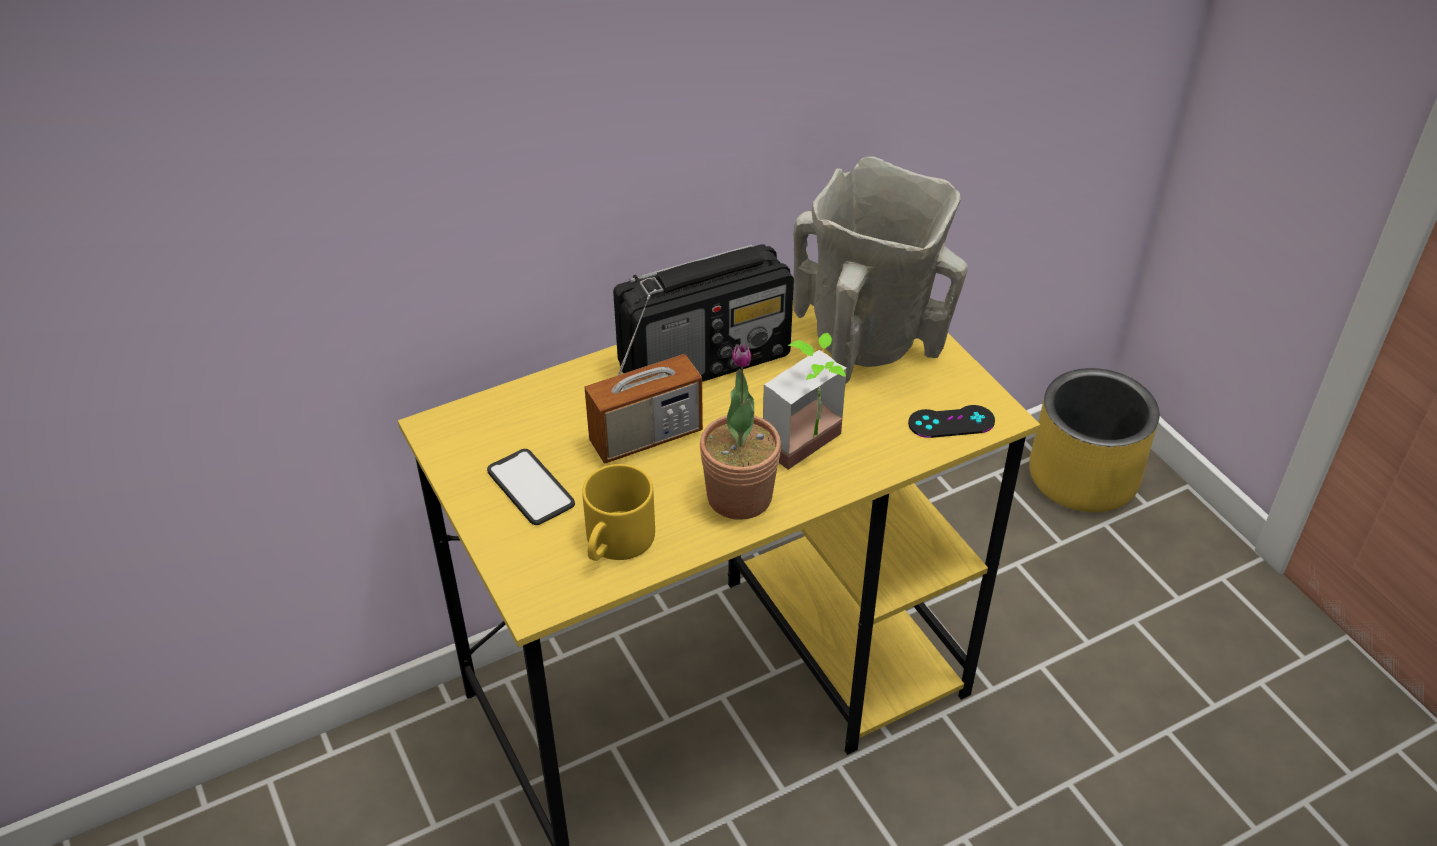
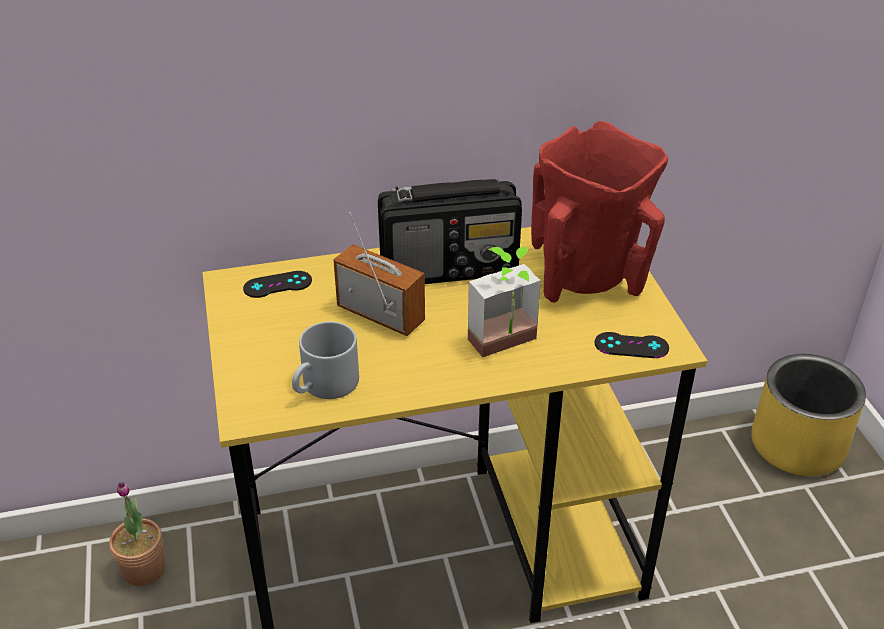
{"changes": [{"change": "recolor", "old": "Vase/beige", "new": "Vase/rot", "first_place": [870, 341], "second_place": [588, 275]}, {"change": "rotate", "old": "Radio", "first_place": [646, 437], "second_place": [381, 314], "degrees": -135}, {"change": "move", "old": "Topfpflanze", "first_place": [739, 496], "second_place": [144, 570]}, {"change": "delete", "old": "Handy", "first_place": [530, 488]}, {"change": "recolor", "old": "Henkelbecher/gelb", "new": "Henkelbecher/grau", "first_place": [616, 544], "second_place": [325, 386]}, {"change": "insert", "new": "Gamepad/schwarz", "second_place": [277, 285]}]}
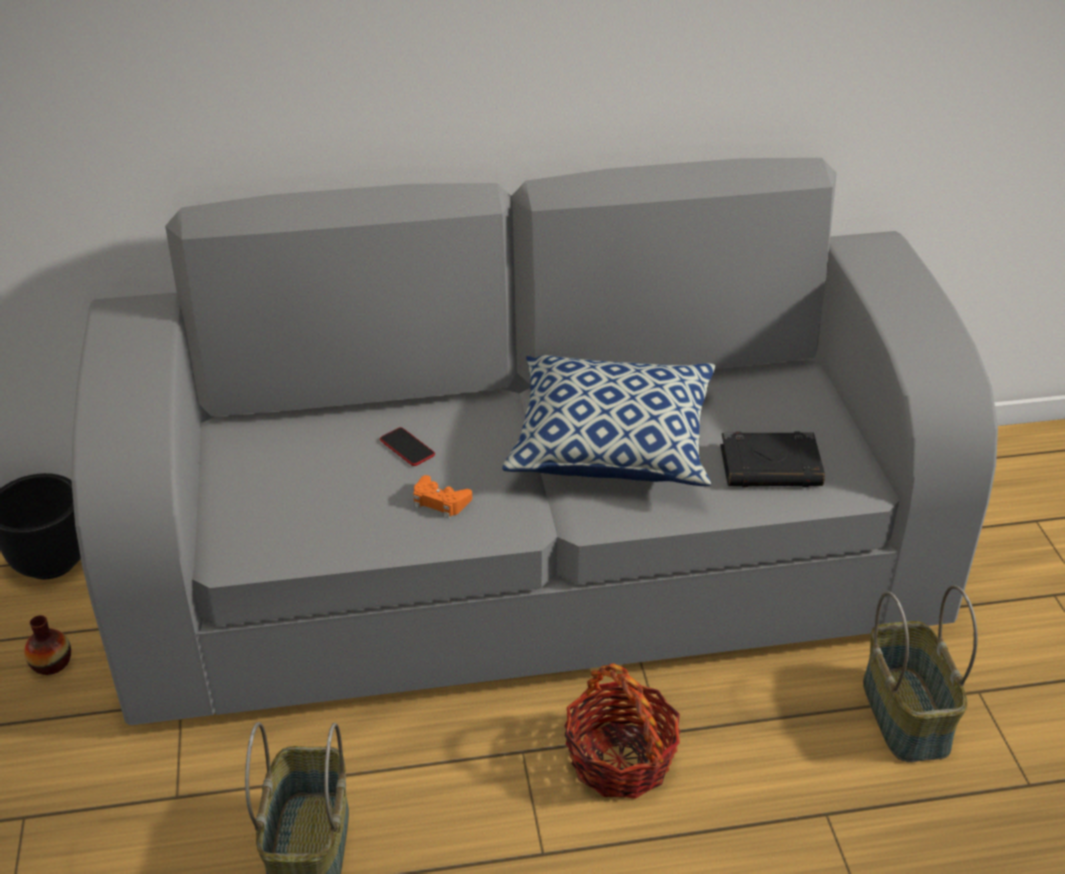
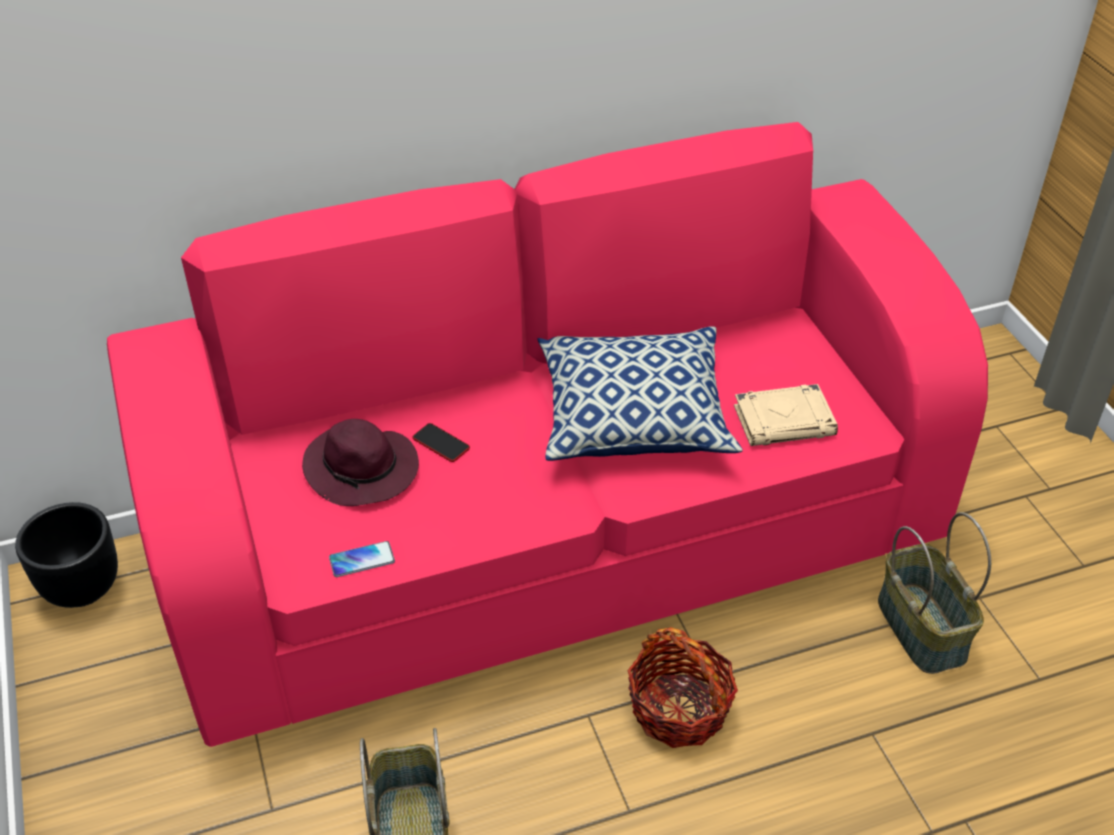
{"changes": [{"change": "recolor", "old": "Sofa/grau", "new": "Sofa/rosa", "first_place": [534, 576], "second_place": [558, 540]}, {"change": "recolor", "old": "Buch/schwarz", "new": "Buch/beige", "first_place": [771, 466], "second_place": [785, 421]}, {"change": "delete", "old": "Gamepad/orange", "first_place": [440, 502]}, {"change": "delete", "old": "Vase", "first_place": [51, 663]}, {"change": "insert", "new": "Hut/lila", "second_place": [363, 470]}, {"change": "insert", "new": "Handy", "second_place": [362, 560]}]}
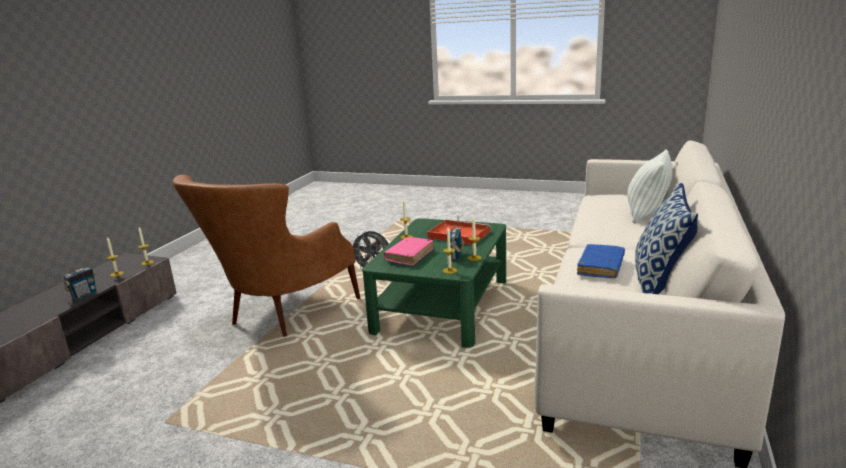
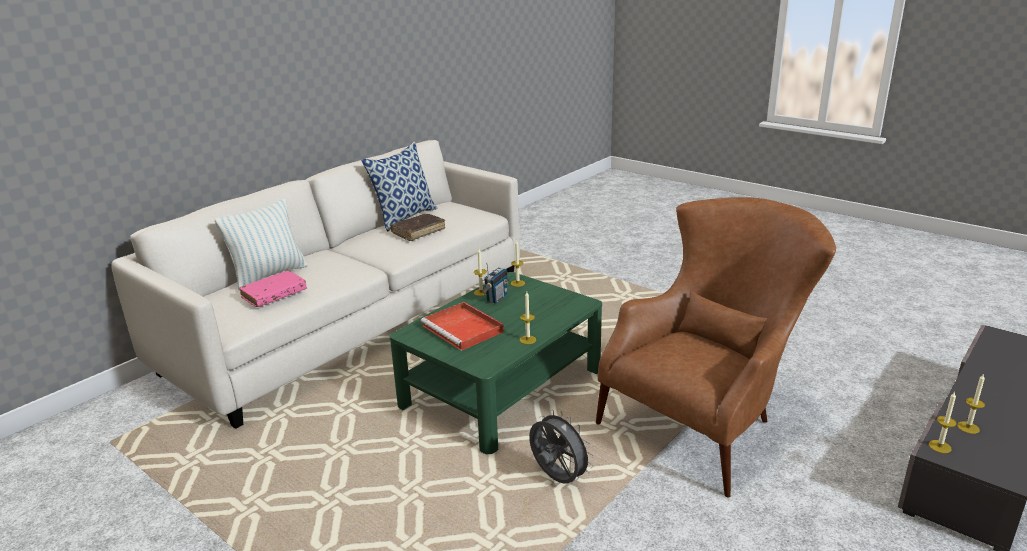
{"changes": [{"change": "move", "old": "Buch/rosa", "first_place": [409, 256], "second_place": [274, 295]}, {"change": "recolor", "old": "Buch/blau", "new": "Buch/braun", "first_place": [600, 267], "second_place": [418, 231]}, {"change": "delete", "old": "Radio", "first_place": [84, 295]}]}
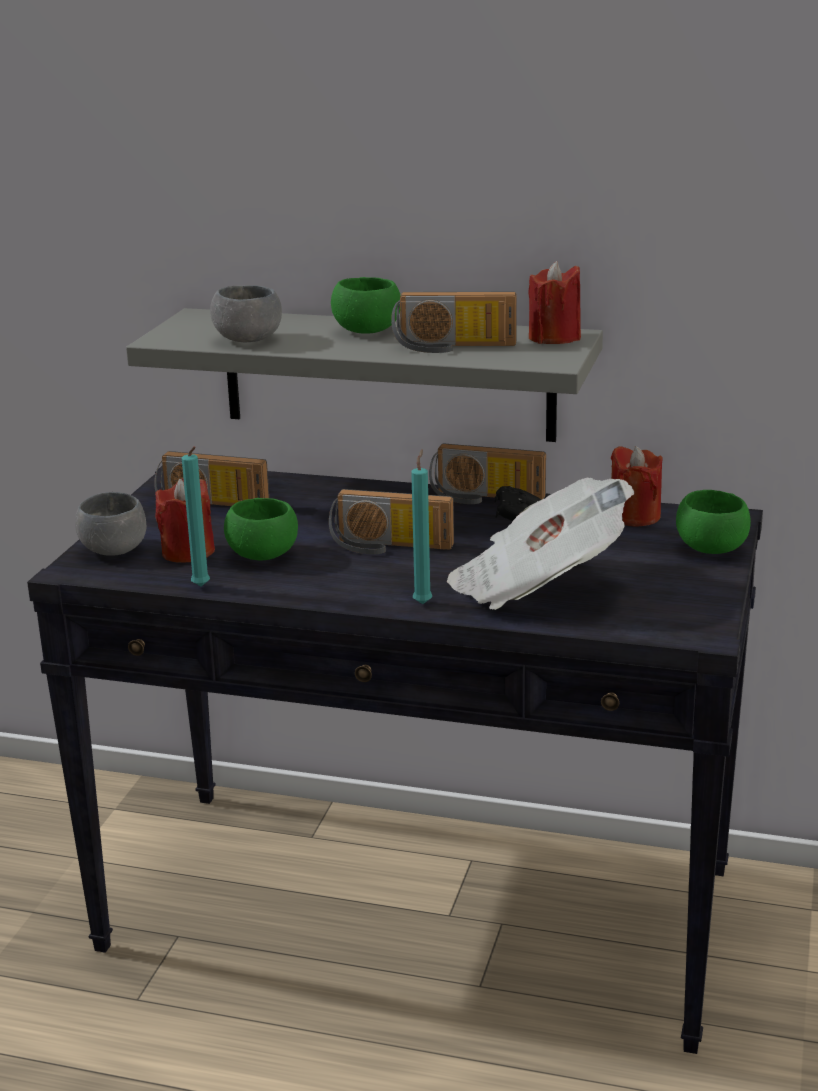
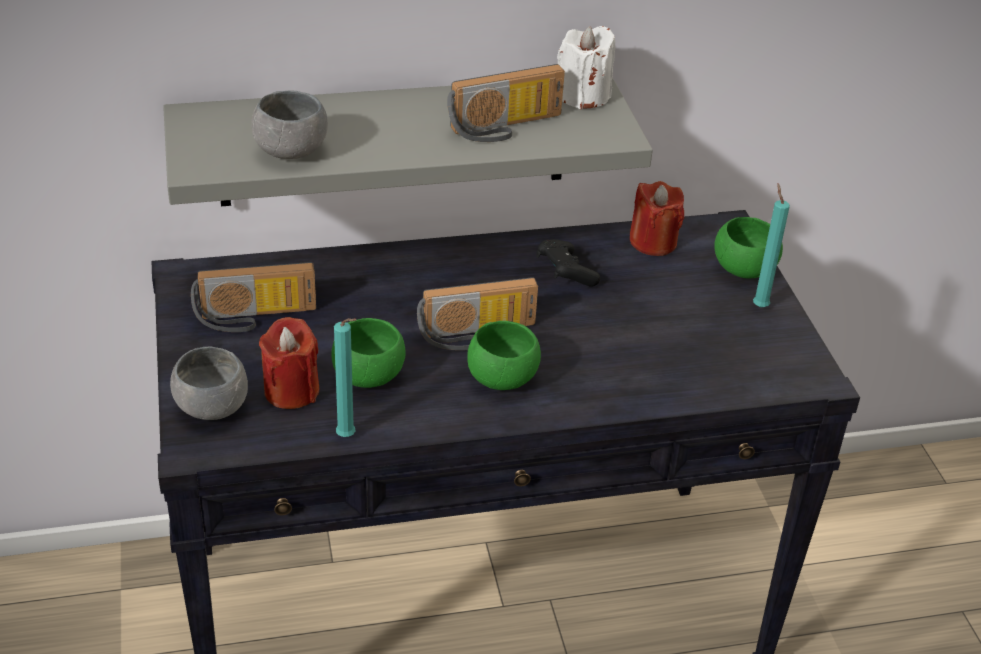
{"changes": [{"change": "recolor", "old": "Kerze/rot", "new": "Kerze/weiß", "first_place": [554, 338], "second_place": [583, 96]}, {"change": "move", "old": "Schüssel/grün", "first_place": [367, 331], "second_place": [502, 378]}, {"change": "delete", "old": "Radio", "first_place": [485, 498]}, {"change": "move", "old": "Kerze/türkis", "first_place": [423, 602], "second_place": [759, 305]}, {"change": "delete", "old": "Zeitung", "first_place": [537, 586]}]}
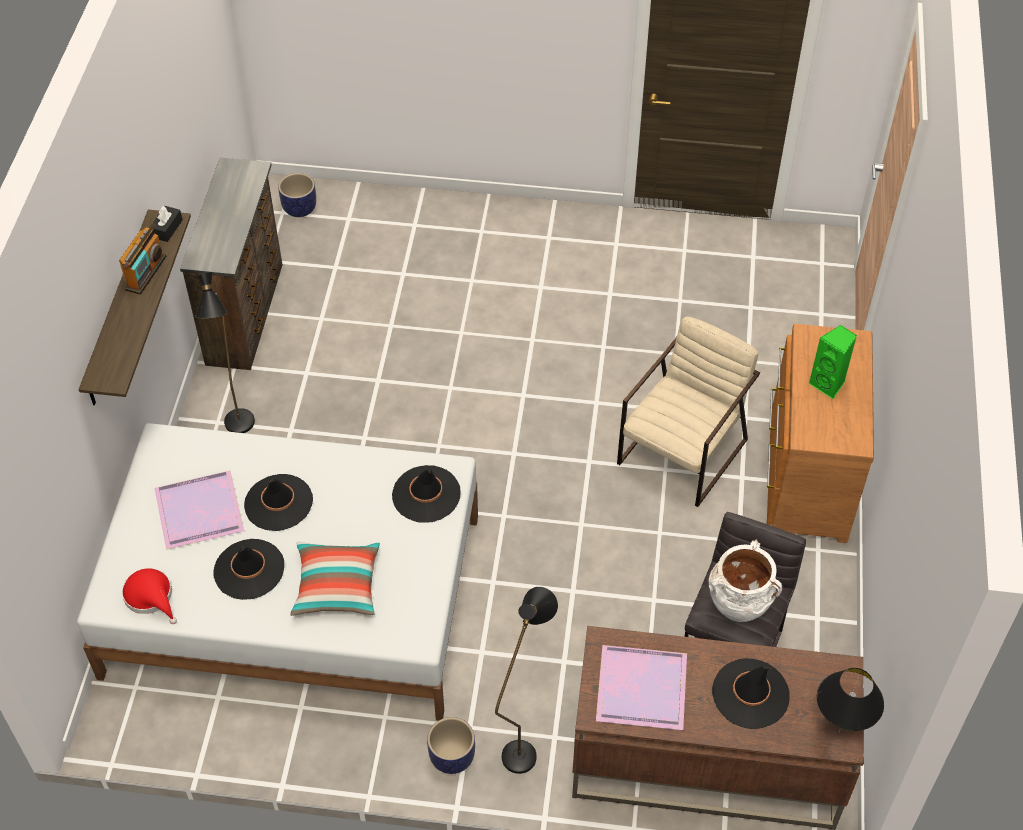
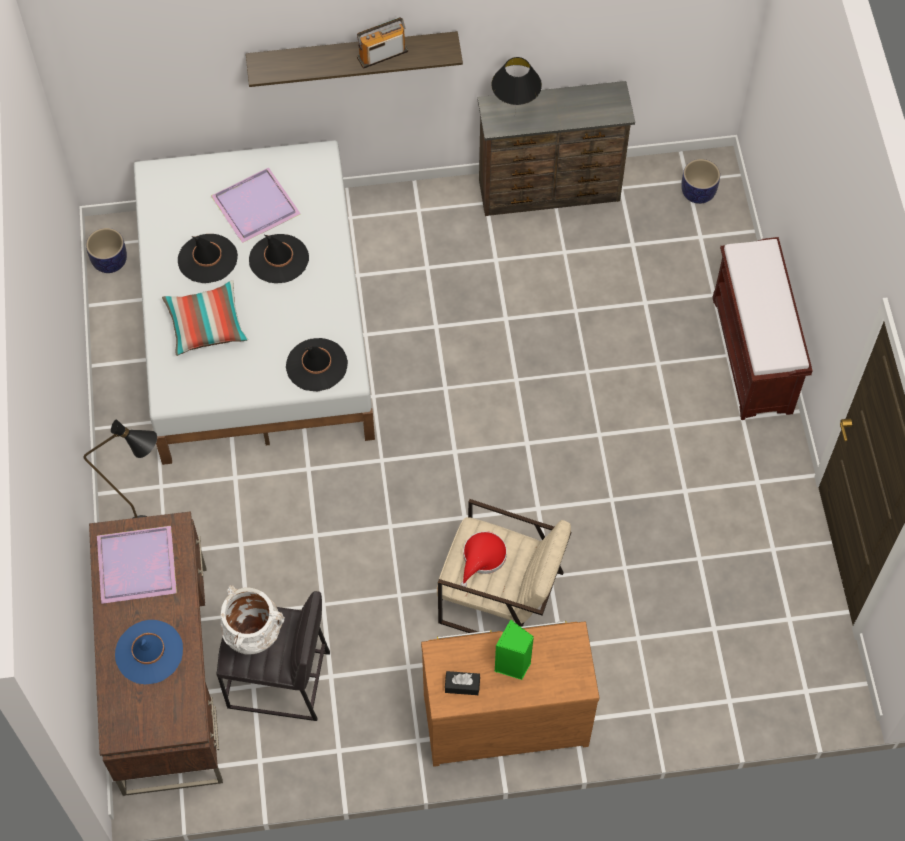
{"changes": [{"change": "move", "old": "Taschentuchbox/schwarz", "first_place": [167, 229], "second_place": [462, 685]}, {"change": "rotate", "old": "Radio", "first_place": [146, 273], "second_place": [382, 54], "degrees": 150}, {"change": "delete", "old": "Stehlampe/schwarz", "first_place": [240, 431]}, {"change": "move", "old": "Hut/rot", "first_place": [151, 597], "second_place": [482, 558]}, {"change": "recolor", "old": "Hut/schwarz", "new": "Hut/blau", "first_place": [750, 694], "second_place": [149, 652]}, {"change": "move", "old": "Tischlampe/schwarz", "first_place": [838, 733], "second_place": [514, 116]}, {"change": "move", "old": "Pflanzkübel", "first_place": [451, 757], "second_place": [110, 261]}, {"change": "insert", "new": "Bank/braun", "second_place": [753, 356]}]}
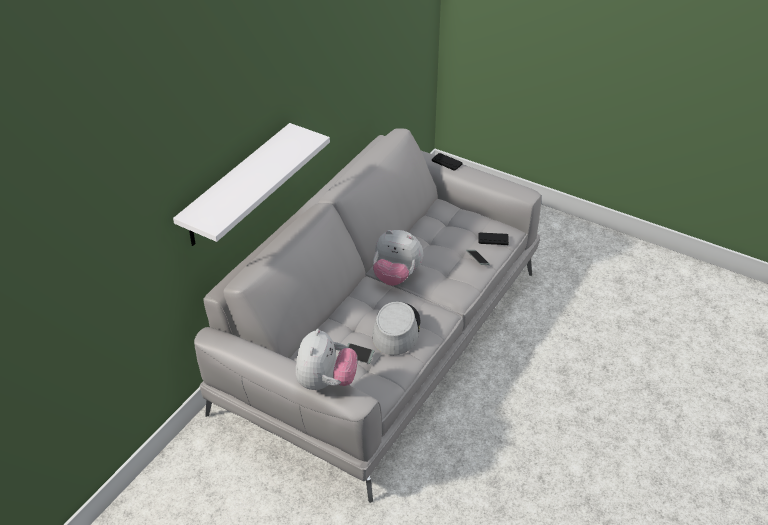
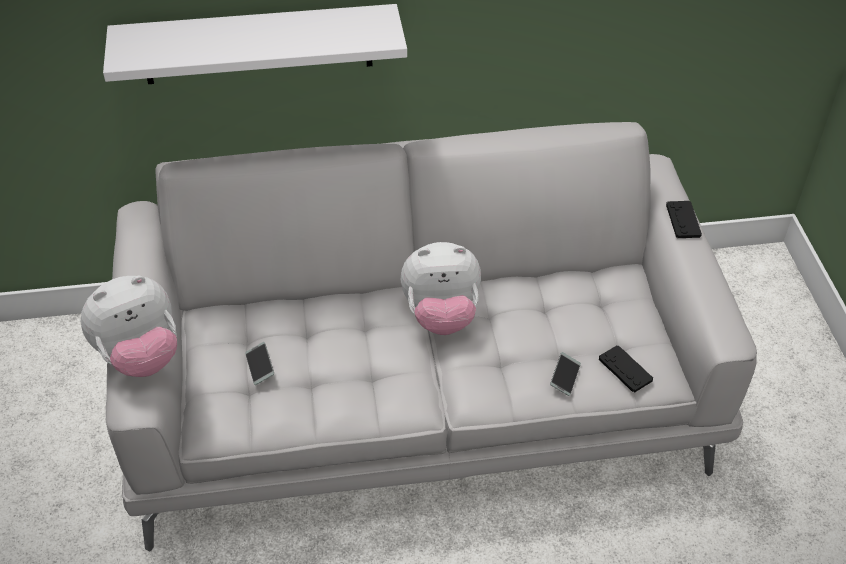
{"changes": [{"change": "rotate", "old": "Plüschtier", "first_place": [396, 276], "second_place": [441, 315], "degrees": -75}, {"change": "delete", "old": "Hut/grau", "first_place": [396, 330]}]}
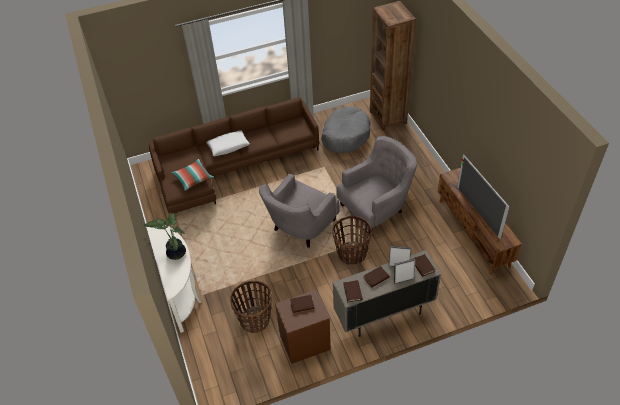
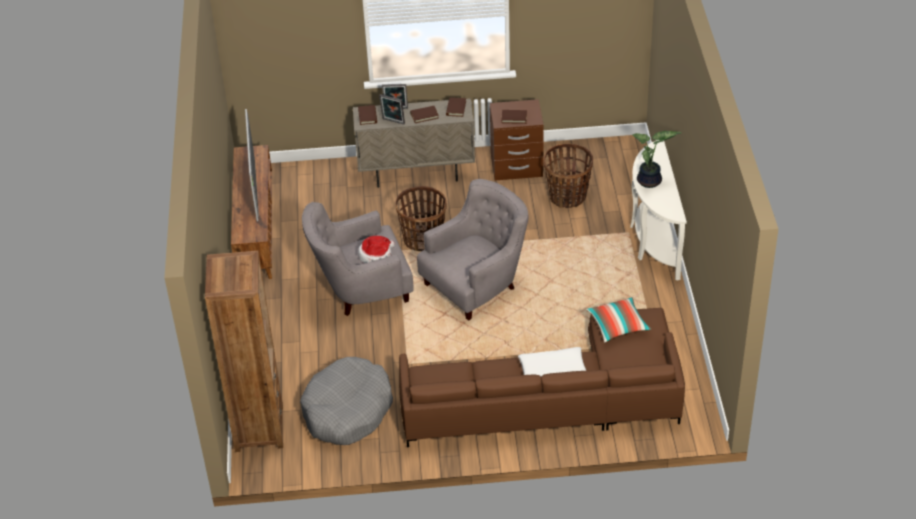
{"changes": [{"change": "insert", "new": "Hut", "second_place": [376, 256]}]}
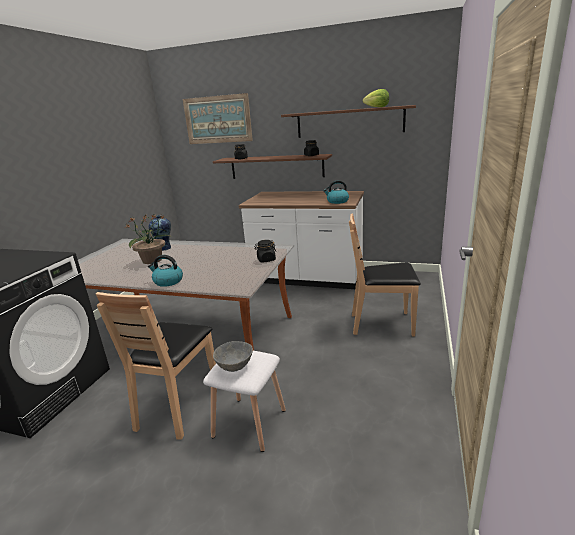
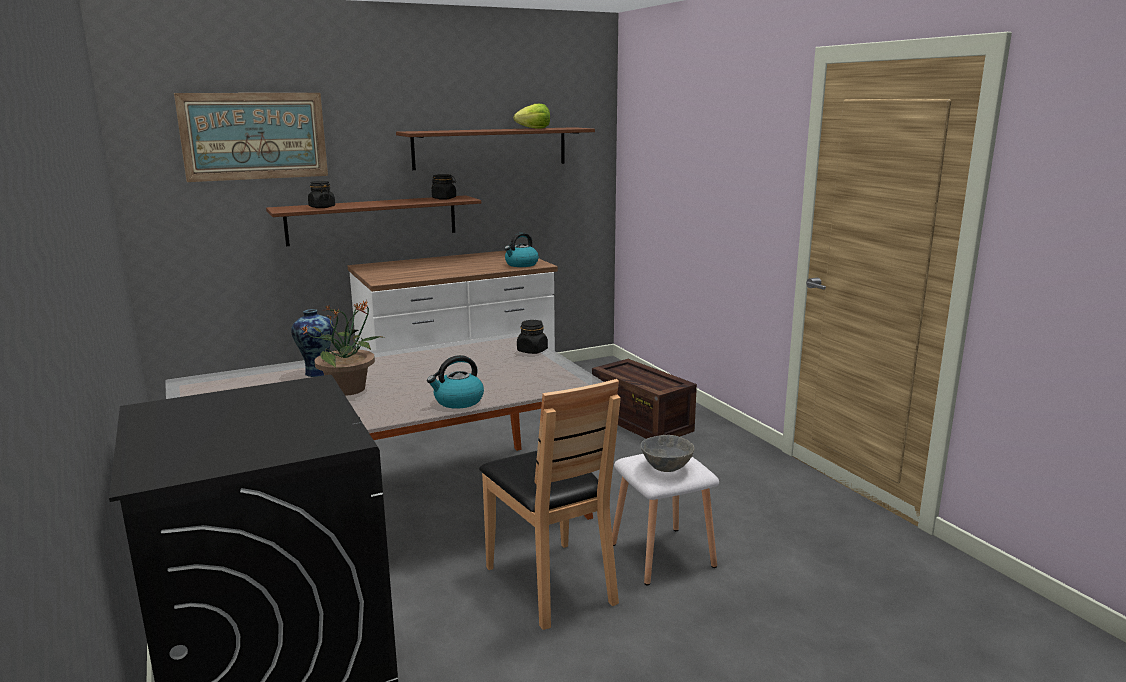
{"changes": [{"change": "replace", "old": "Stuhl/braun", "new": "Kiste", "first_place": [382, 324], "second_place": [639, 421]}]}
